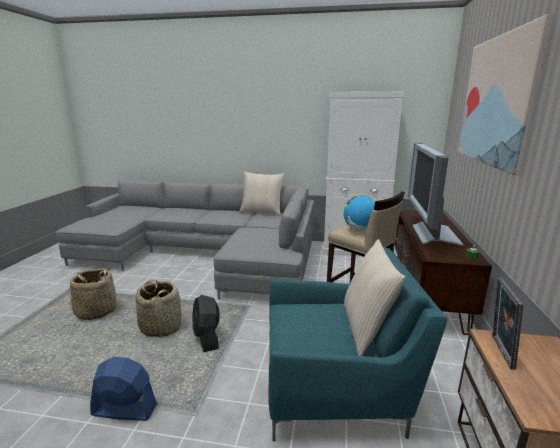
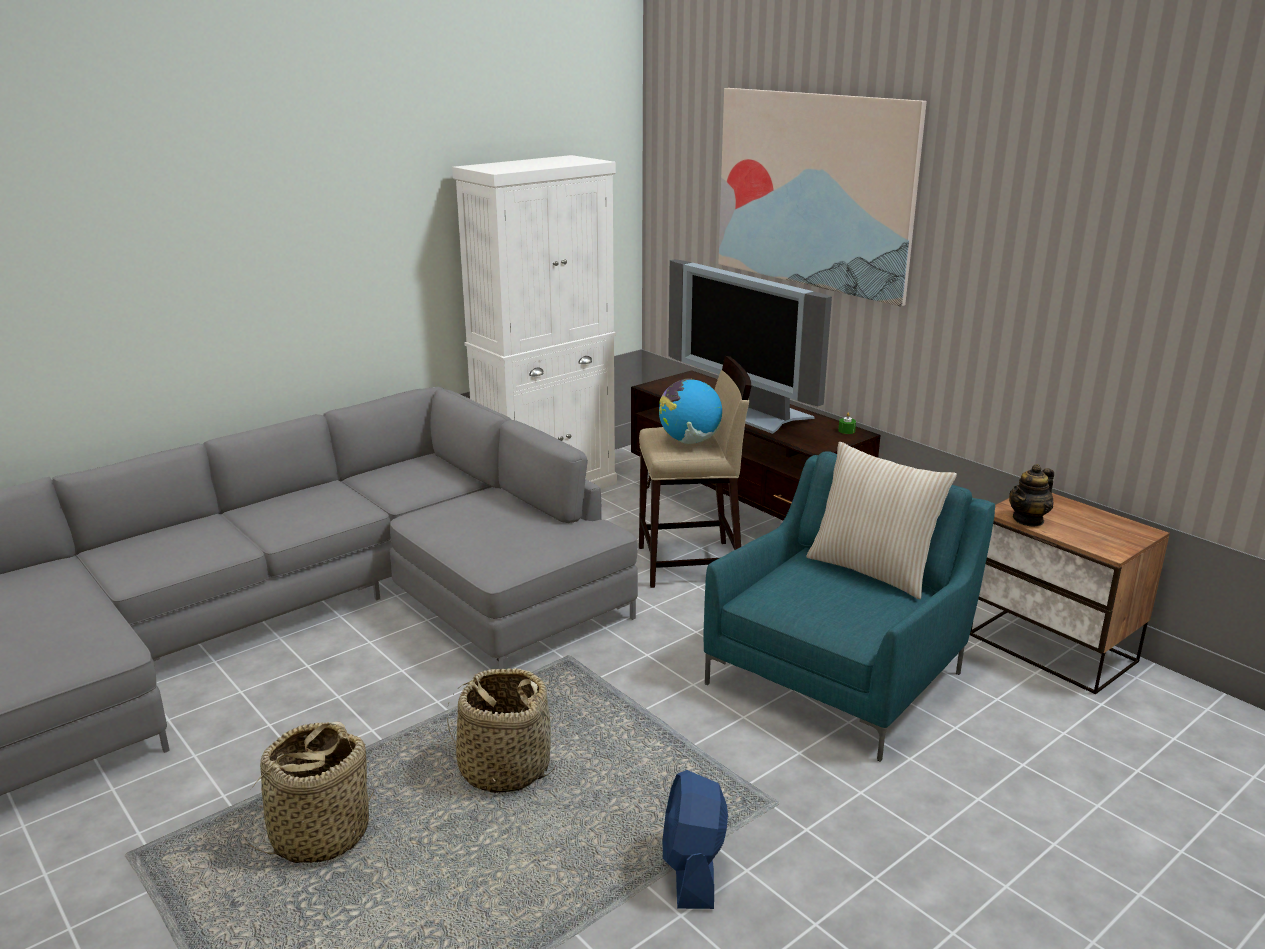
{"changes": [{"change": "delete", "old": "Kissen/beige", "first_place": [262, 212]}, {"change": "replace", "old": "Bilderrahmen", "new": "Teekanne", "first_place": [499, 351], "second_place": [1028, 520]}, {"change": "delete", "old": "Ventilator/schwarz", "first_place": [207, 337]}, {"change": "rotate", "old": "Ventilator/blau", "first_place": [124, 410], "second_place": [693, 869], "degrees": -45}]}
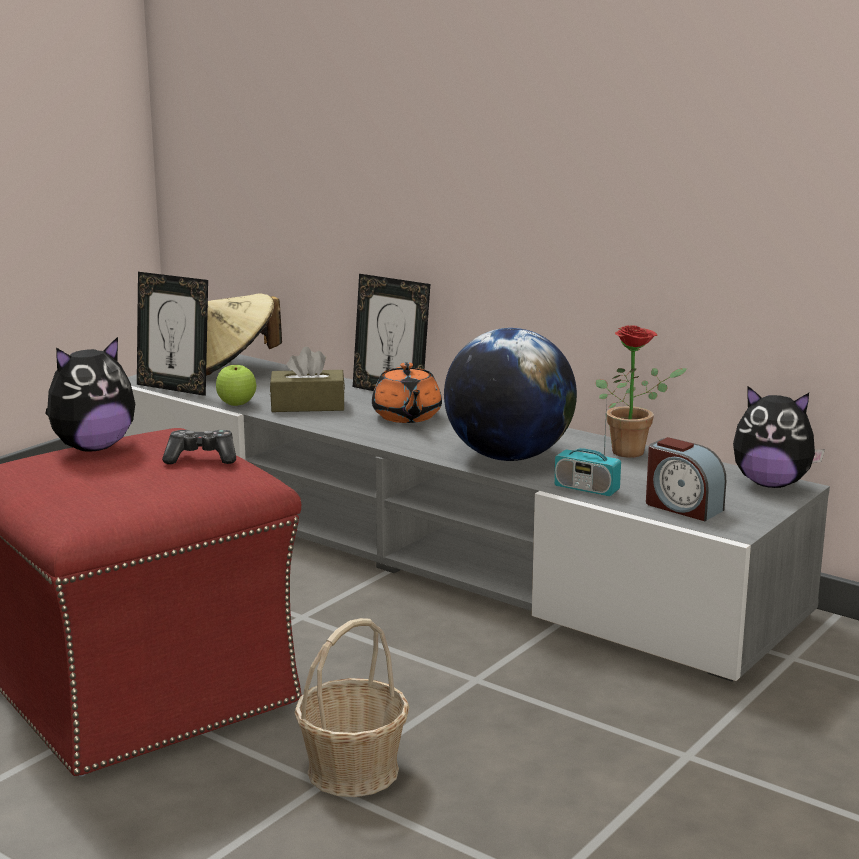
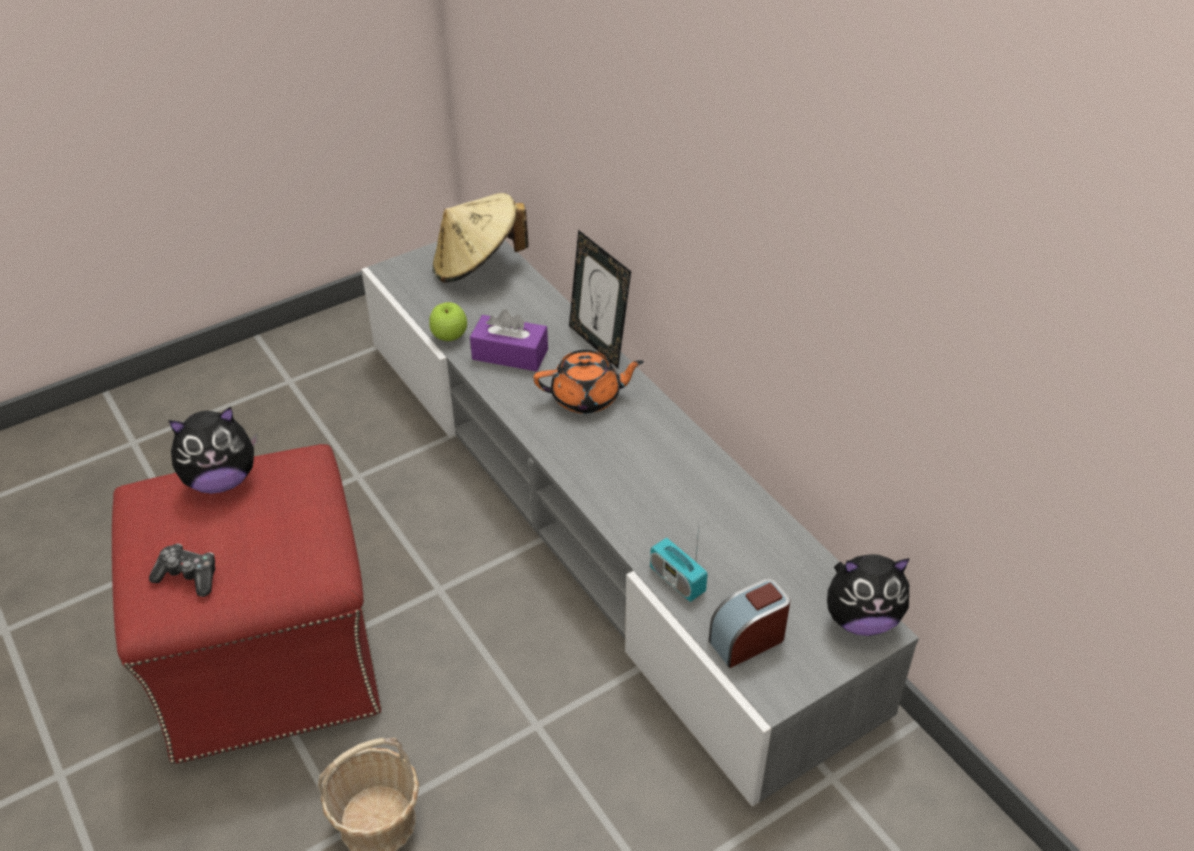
{"changes": [{"change": "delete", "old": "Bilderrahmen", "first_place": [175, 388]}, {"change": "delete", "old": "Topfpflanze", "first_place": [634, 451]}, {"change": "delete", "old": "Globus", "first_place": [508, 457]}, {"change": "recolor", "old": "Taschentuchbox/braun", "new": "Taschentuchbox/lila", "first_place": [308, 405], "second_place": [510, 354]}, {"change": "rotate", "old": "Teekanne/orange", "first_place": [406, 417], "second_place": [587, 397], "degrees": -105}, {"change": "rotate", "old": "Plüschtier", "first_place": [771, 484], "second_place": [861, 619], "degrees": -45}, {"change": "move", "old": "Gamepad", "first_place": [201, 458], "second_place": [188, 576]}, {"change": "rotate", "old": "Wecker", "first_place": [682, 507], "second_place": [747, 639], "degrees": 90}]}
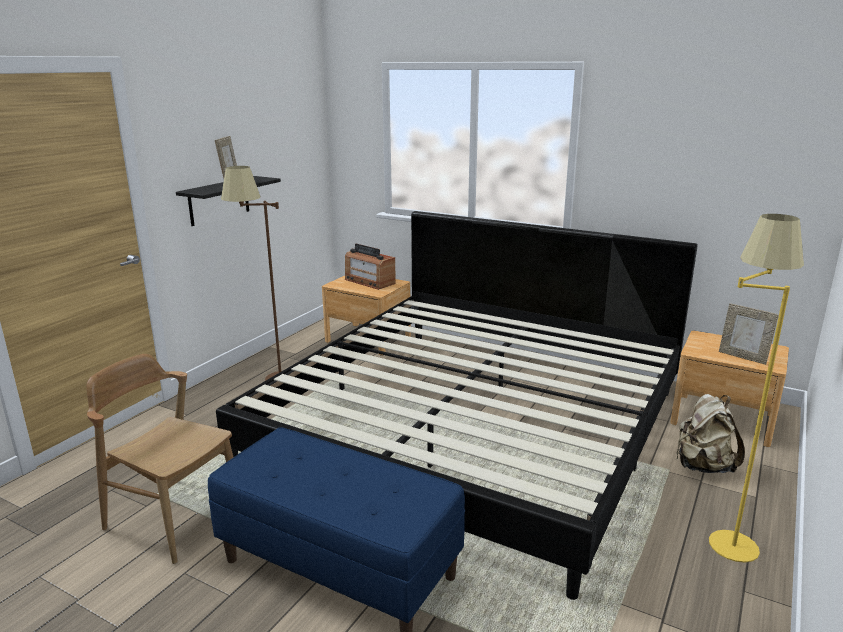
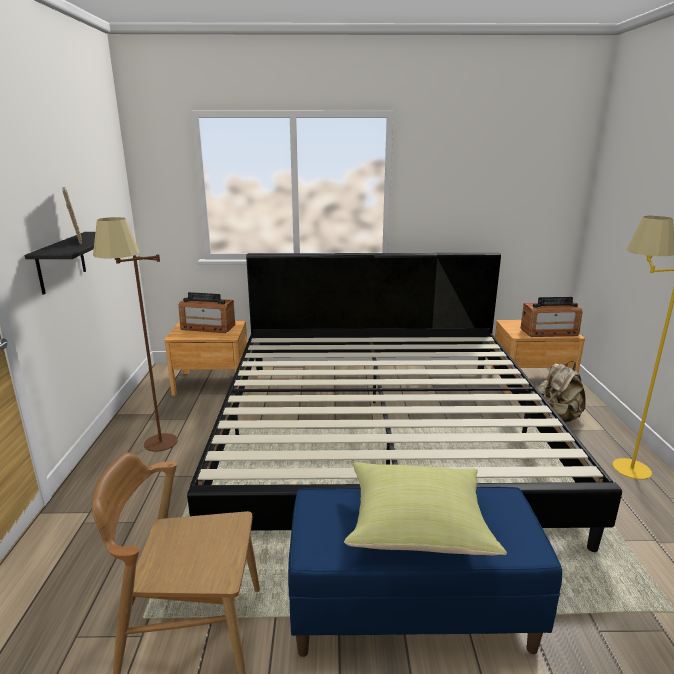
{"changes": [{"change": "replace", "old": "Bilderrahmen", "new": "Radio", "first_place": [743, 357], "second_place": [549, 332]}, {"change": "insert", "new": "Kissen/gelb", "second_place": [418, 527]}]}
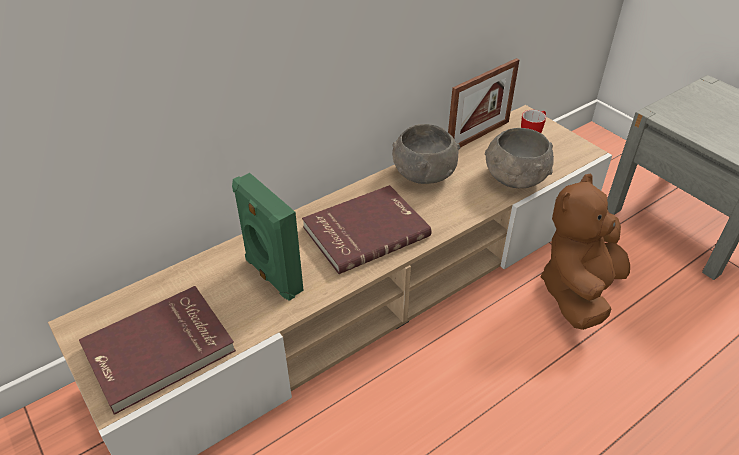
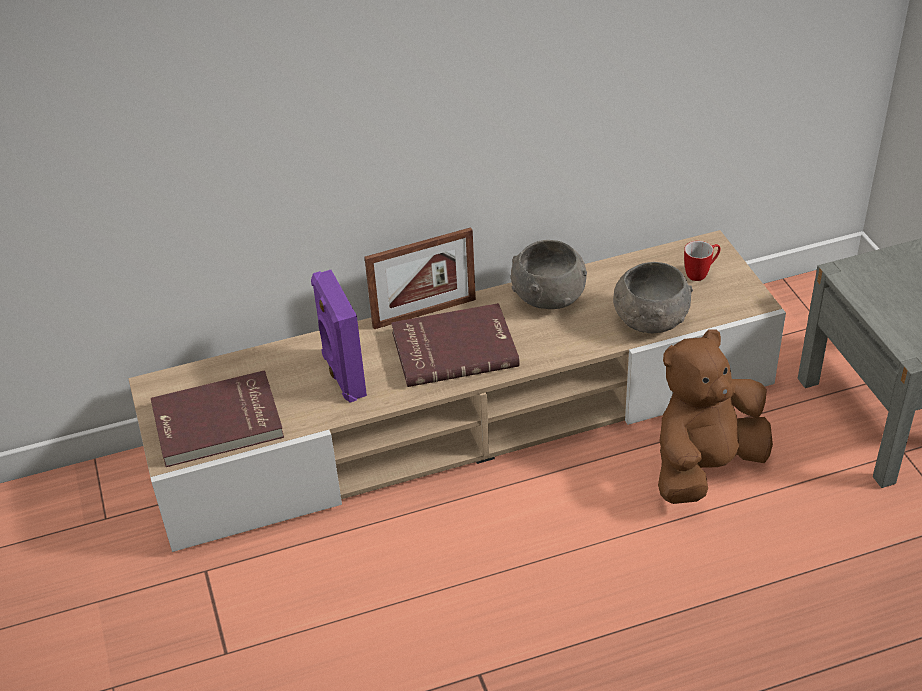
{"changes": [{"change": "move", "old": "Bilderrahmen", "first_place": [478, 136], "second_place": [424, 313]}, {"change": "recolor", "old": "Lautsprecher/grün", "new": "Lautsprecher/lila", "first_place": [272, 276], "second_place": [342, 376]}]}
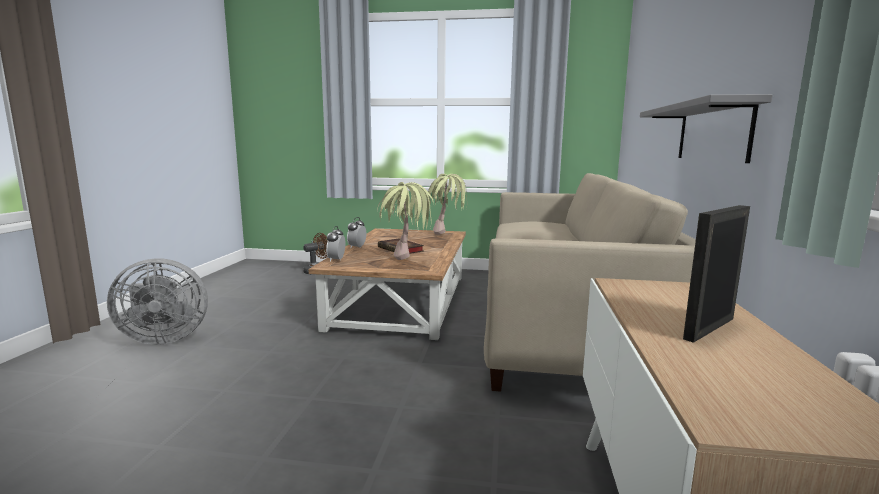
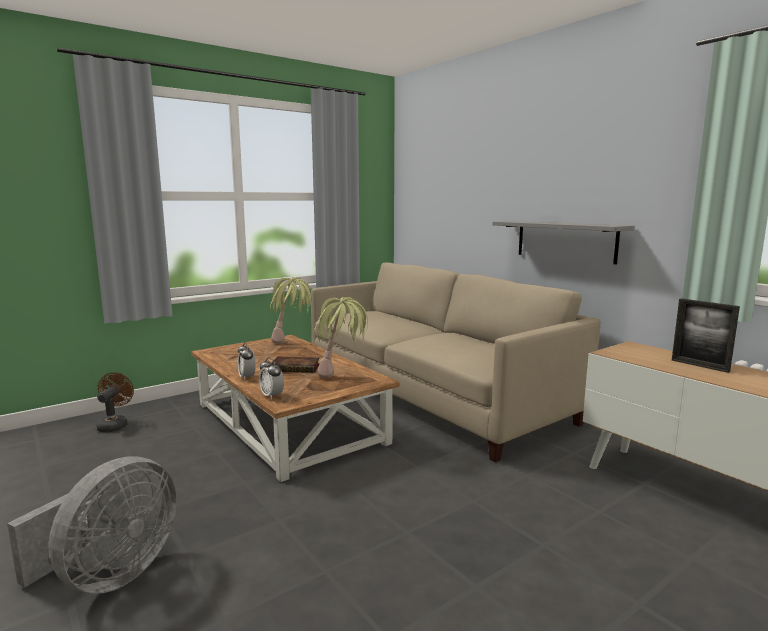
{"changes": [{"change": "rotate", "old": "Bilderrahmen", "first_place": [709, 328], "second_place": [699, 365], "degrees": -45}]}
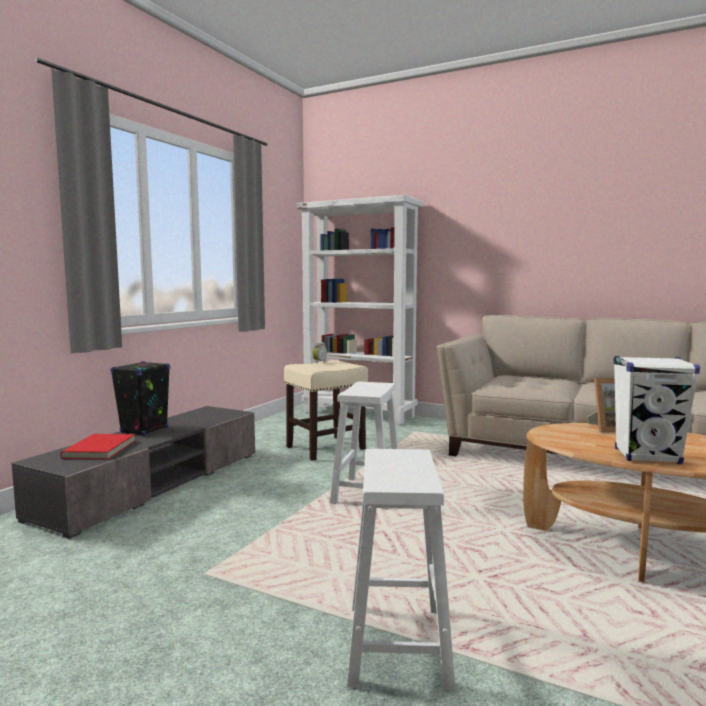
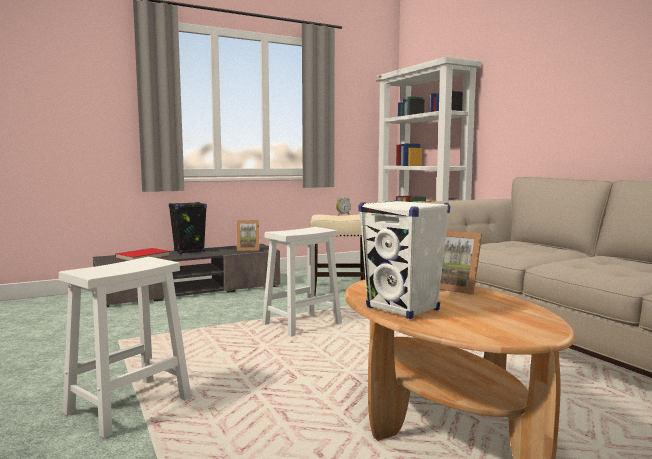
{"changes": [{"change": "insert", "new": "Bilderrahmen", "second_place": [248, 249]}]}
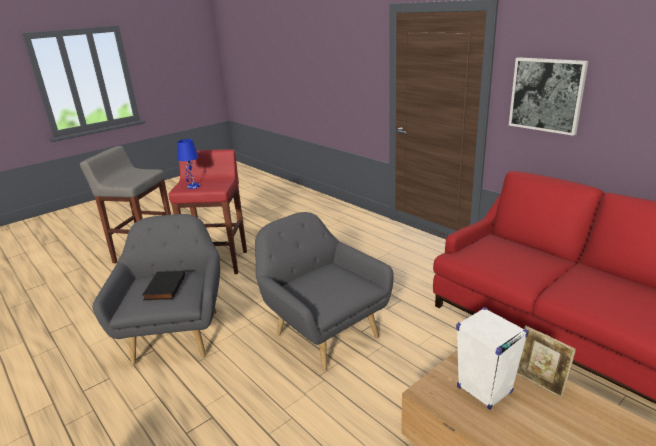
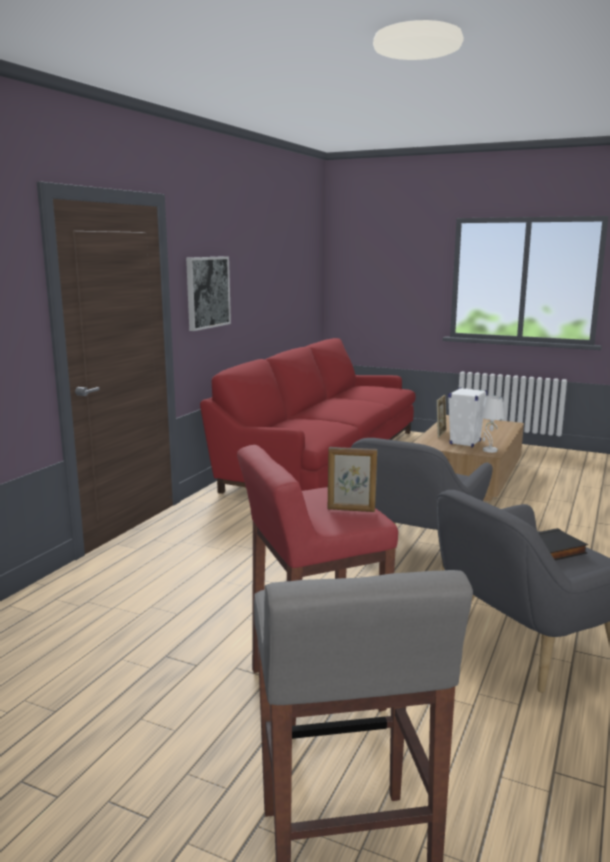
{"changes": [{"change": "replace", "old": "Tischlampe/blau", "new": "Bilderrahmen", "first_place": [193, 186], "second_place": [351, 510]}, {"change": "insert", "new": "Tischlampe/weiß", "second_place": [489, 450]}]}
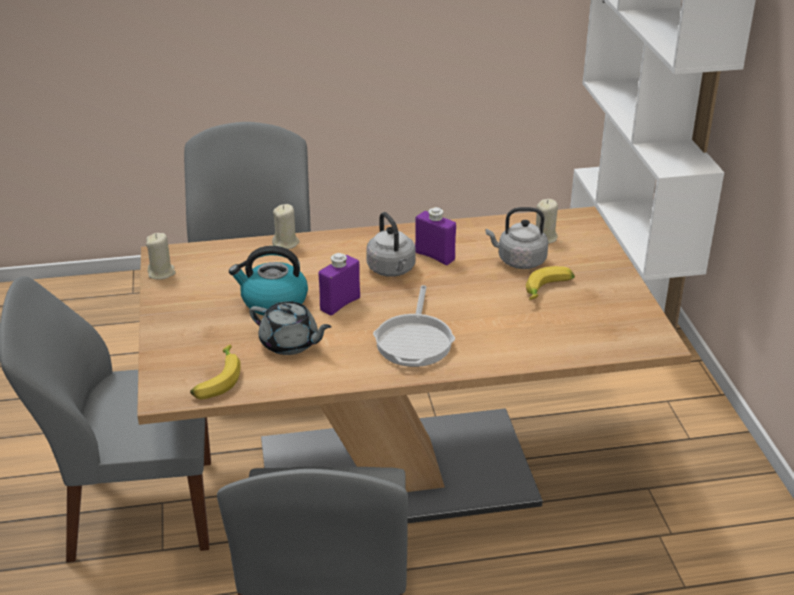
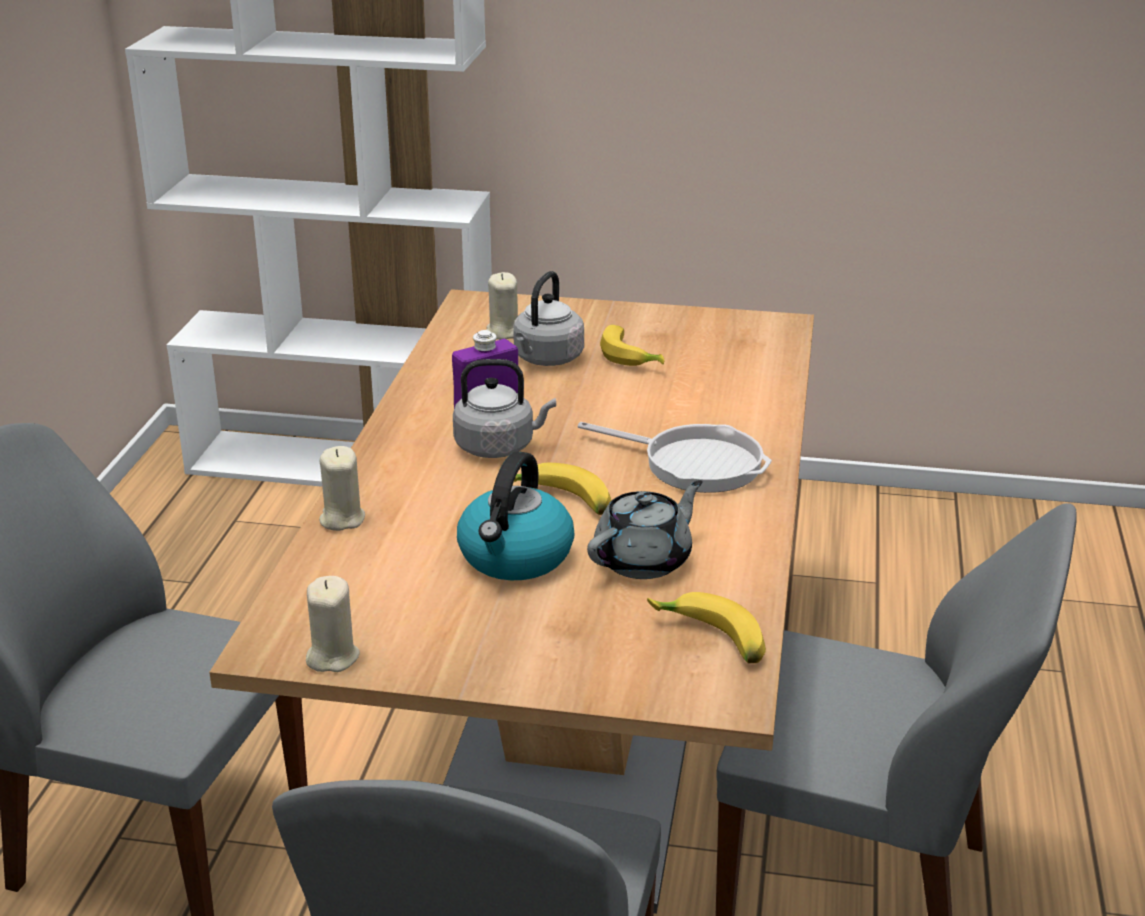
{"changes": [{"change": "replace", "old": "Flasche/lila", "new": "Banane", "first_place": [340, 304], "second_place": [561, 502]}]}
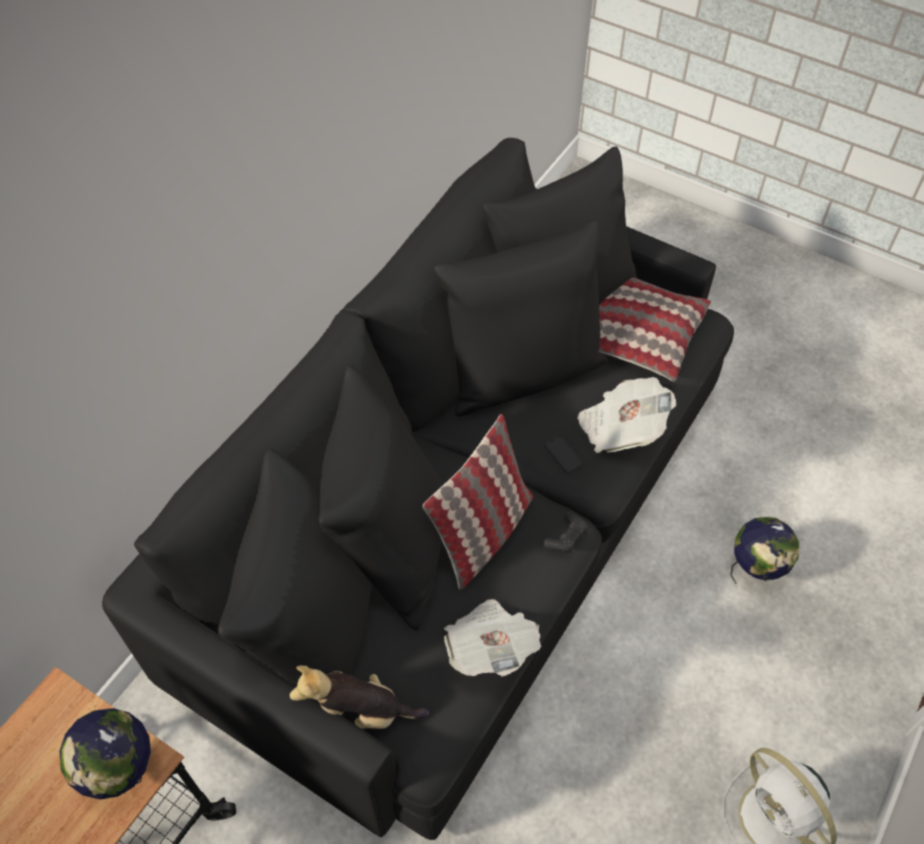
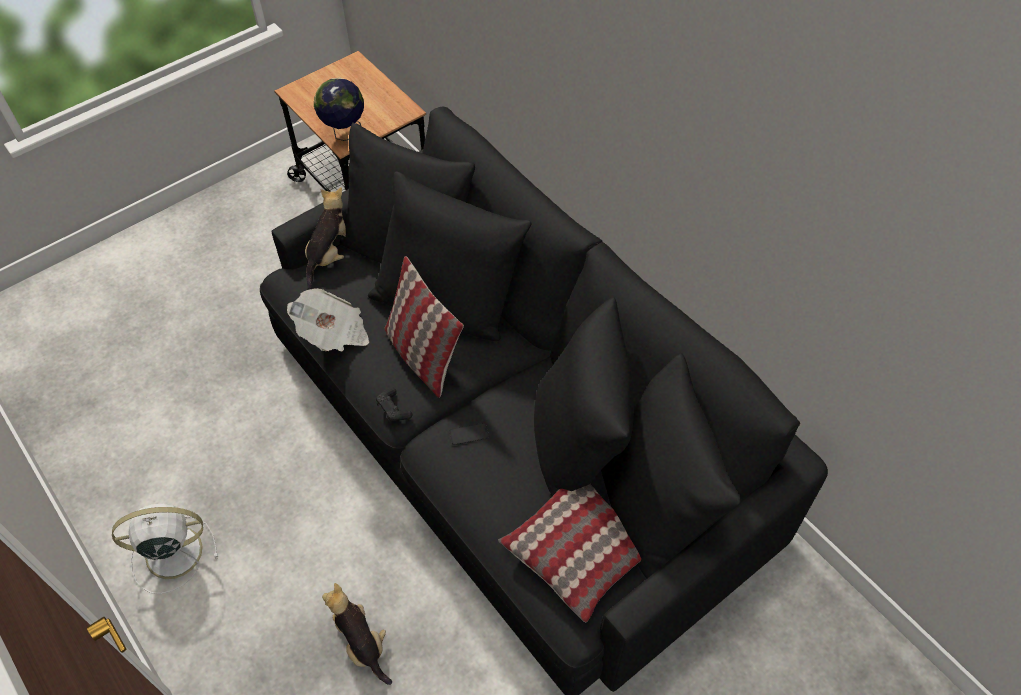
{"changes": [{"change": "delete", "old": "Zeitung", "first_place": [621, 428]}, {"change": "replace", "old": "Globus", "new": "Plüschtier", "first_place": [755, 570], "second_place": [362, 643]}]}
